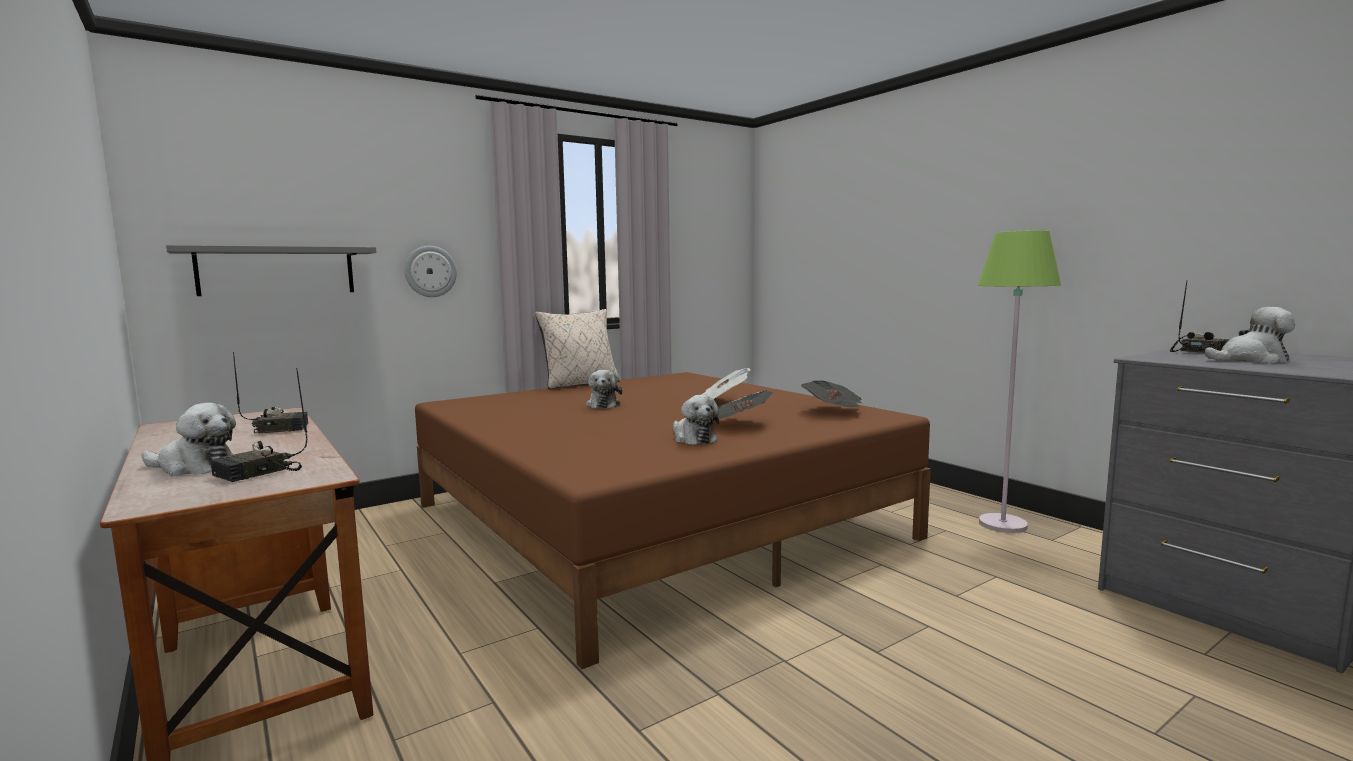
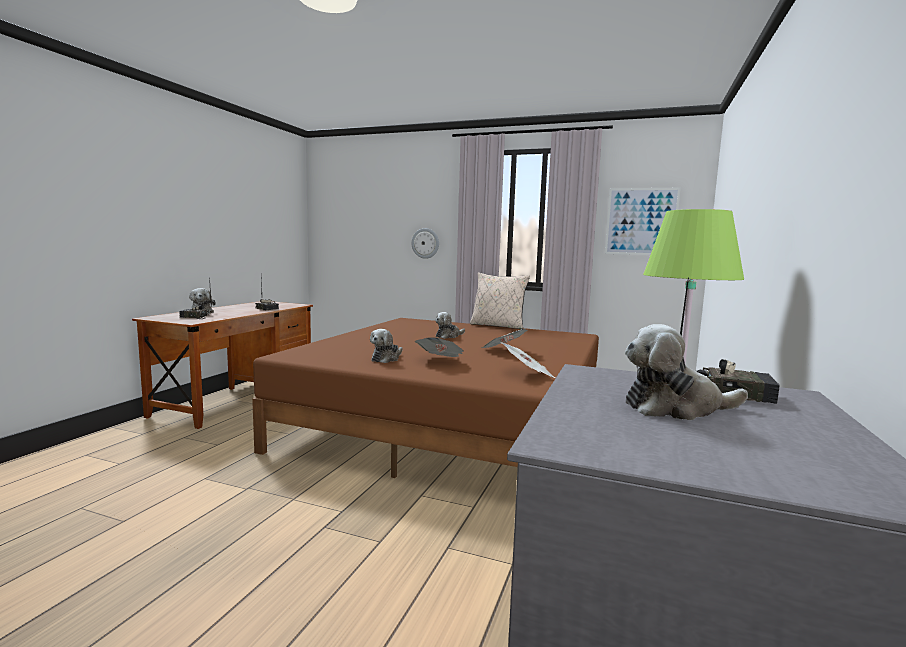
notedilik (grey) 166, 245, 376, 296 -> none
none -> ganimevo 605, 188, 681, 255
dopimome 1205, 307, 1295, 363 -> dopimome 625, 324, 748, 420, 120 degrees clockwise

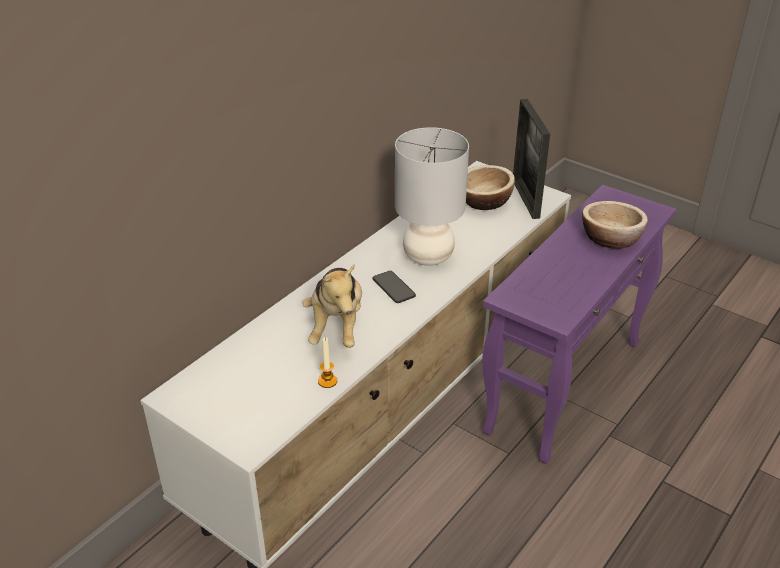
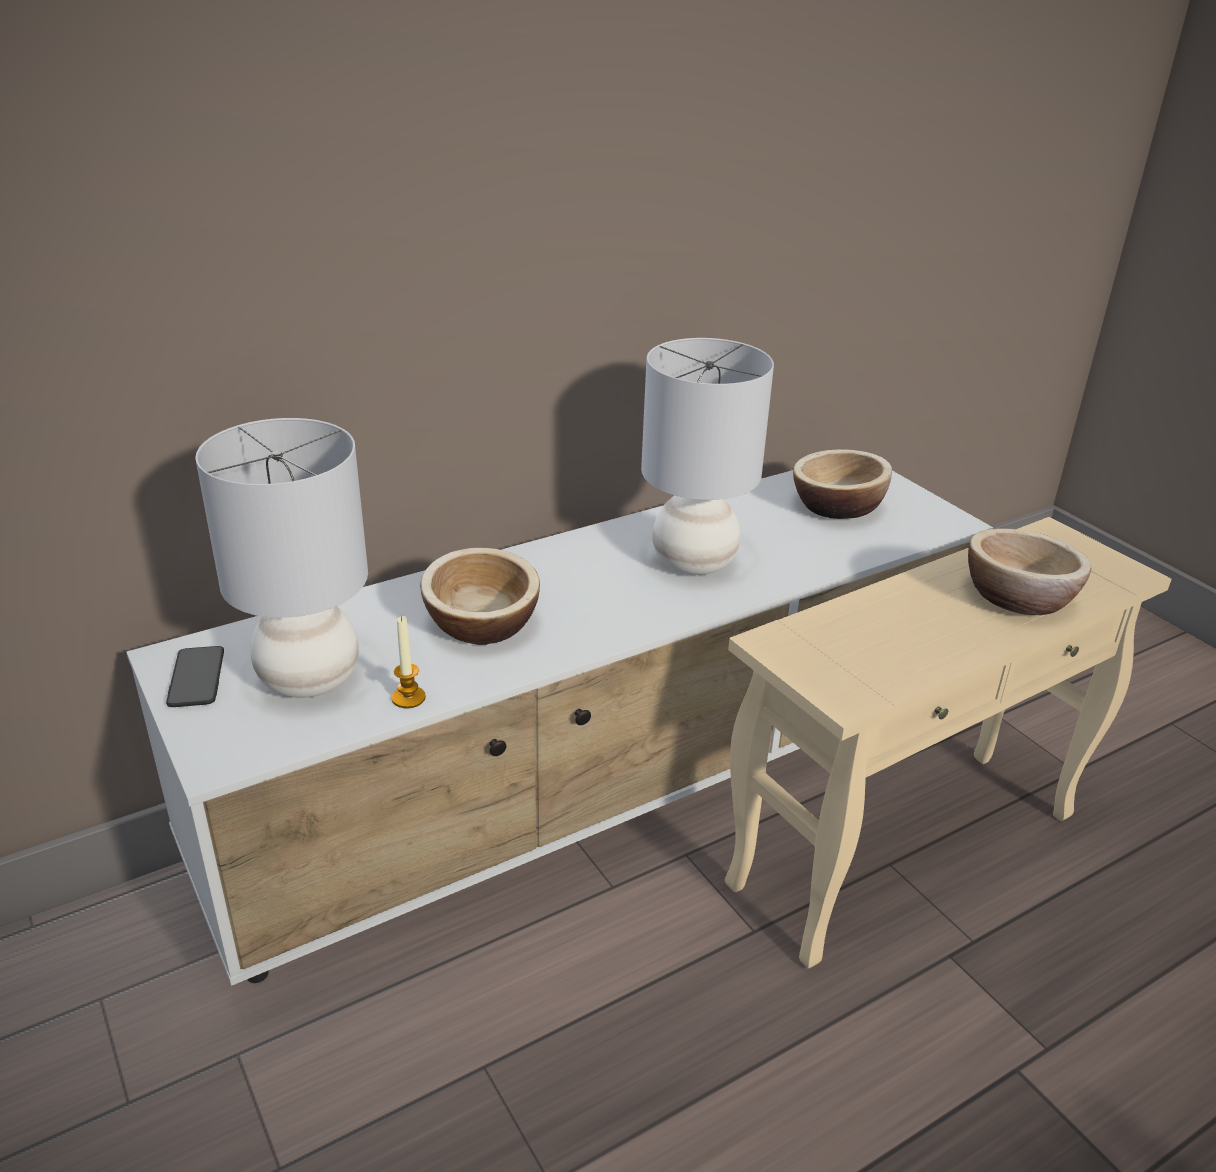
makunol 513, 99, 550, 219 -> none
none -> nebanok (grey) 195, 418, 368, 698
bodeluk 373, 271, 416, 303 -> bodeluk 166, 646, 224, 707, shifted
dopimome 302, 264, 362, 348 -> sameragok 420, 548, 540, 645
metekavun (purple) 482, 185, 676, 464 -> metekavun (beige) 725, 517, 1172, 969

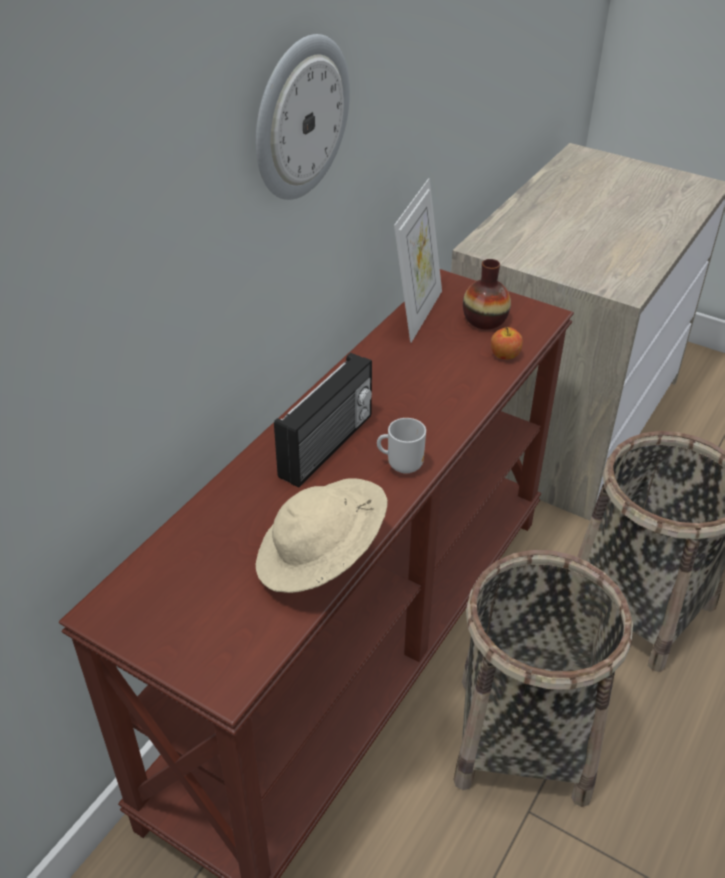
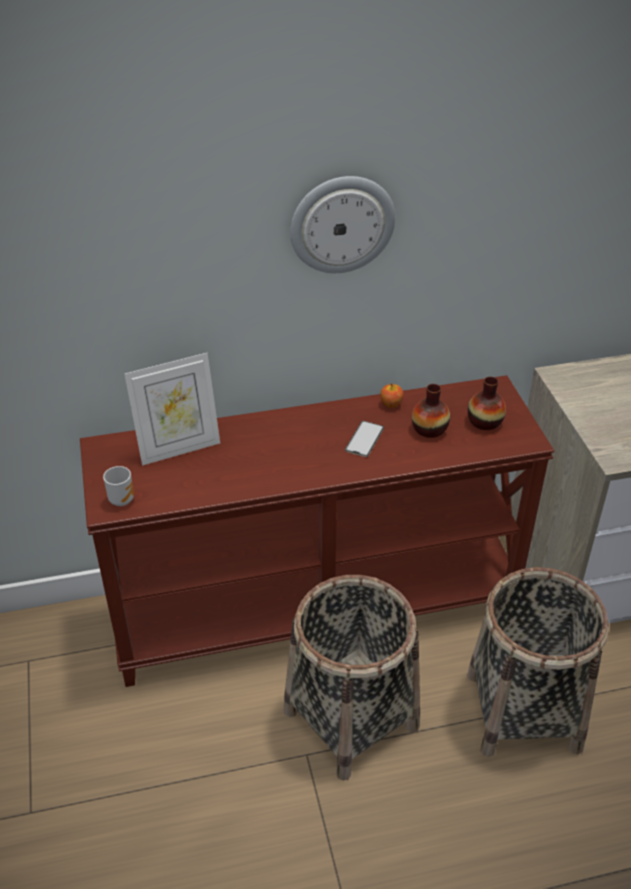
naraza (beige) 255, 478, 388, 593 -> none
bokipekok 274, 353, 372, 488 -> none
none -> bodeluk 345, 421, 384, 457
none -> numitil 412, 384, 450, 438
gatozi 377, 418, 426, 474 -> gatozi 103, 466, 134, 506, shifted
makunol 394, 178, 442, 343 -> makunol 124, 353, 220, 466, shifted
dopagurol 491, 327, 523, 359 -> dopagurol 380, 383, 403, 408, shifted

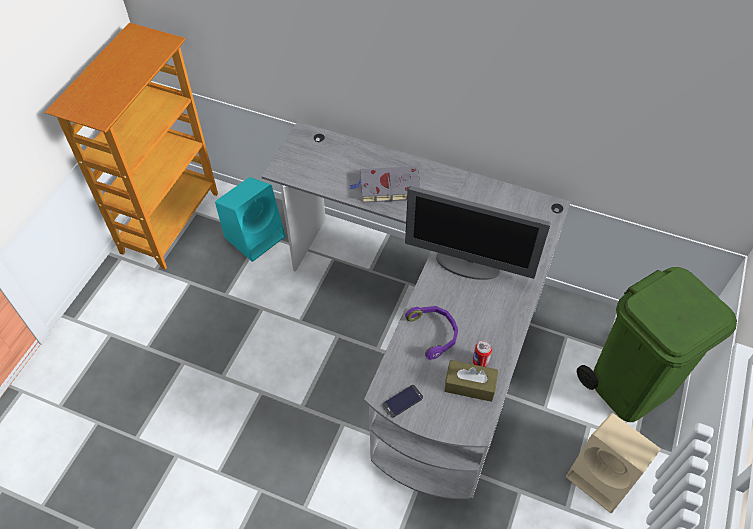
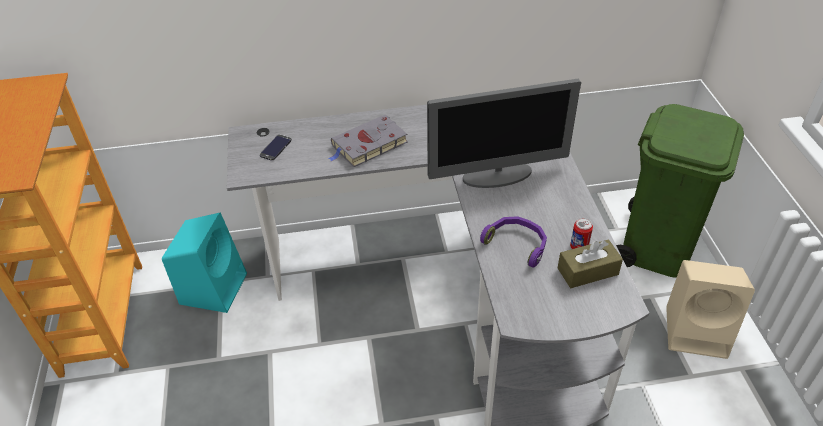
bodeluk 382, 385, 423, 418 -> bodeluk 260, 135, 292, 160, shifted

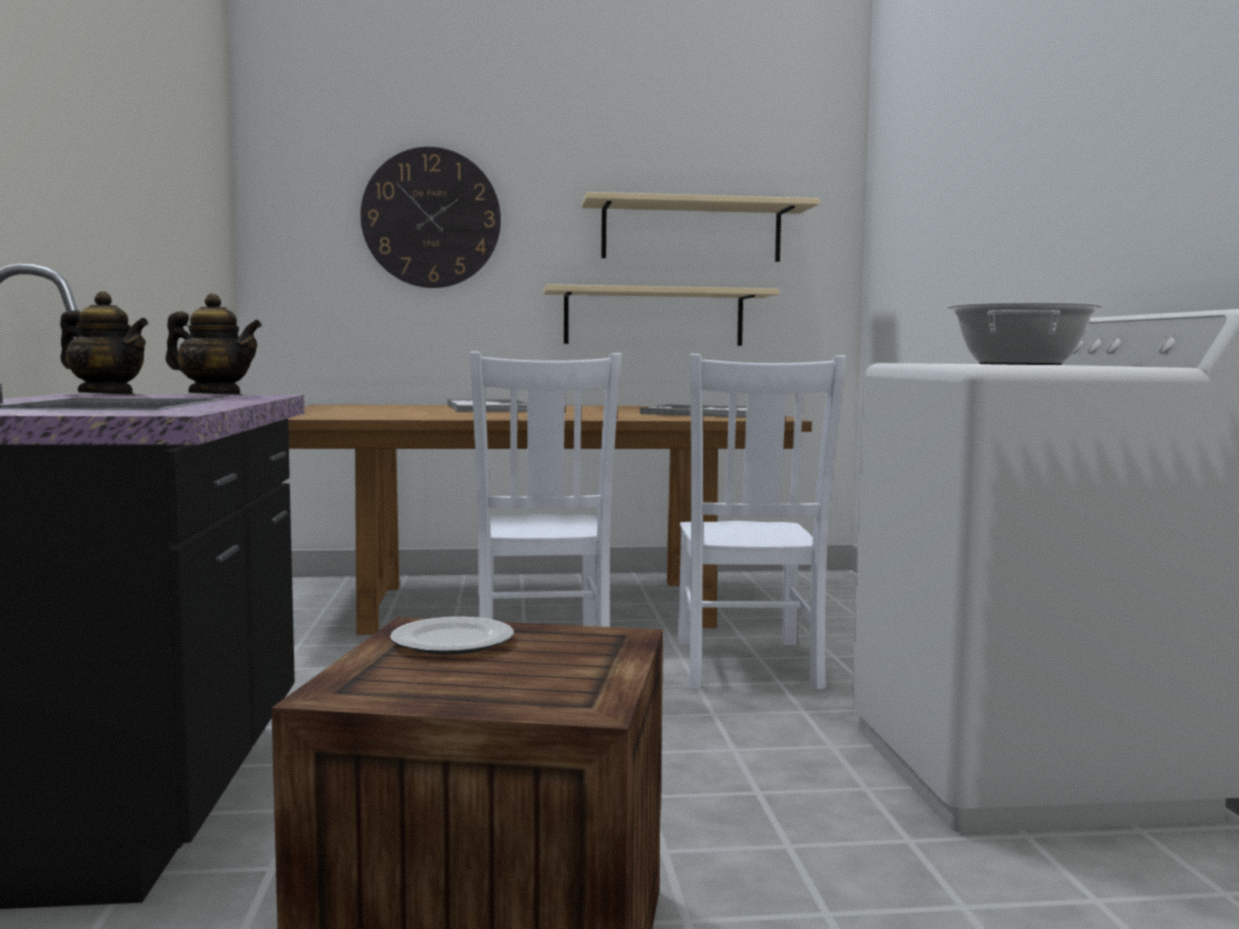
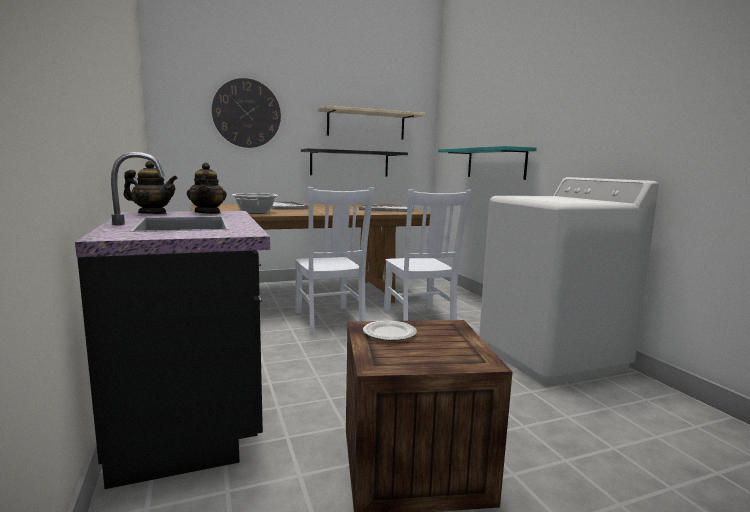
none -> notedilik (turquoise) 438, 146, 537, 180
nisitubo 947, 302, 1103, 365 -> nisitubo 232, 193, 278, 214, shifted
notedilik (beige) 544, 284, 779, 346 -> notedilik (black) 301, 148, 408, 177
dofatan 165, 293, 262, 395 -> dofatan 187, 163, 227, 214, 75 degrees clockwise

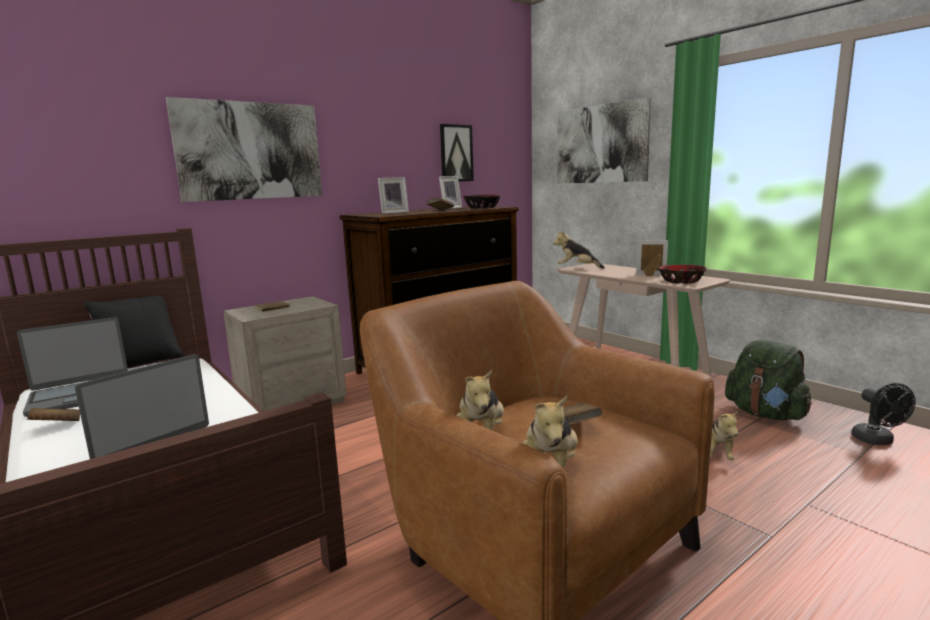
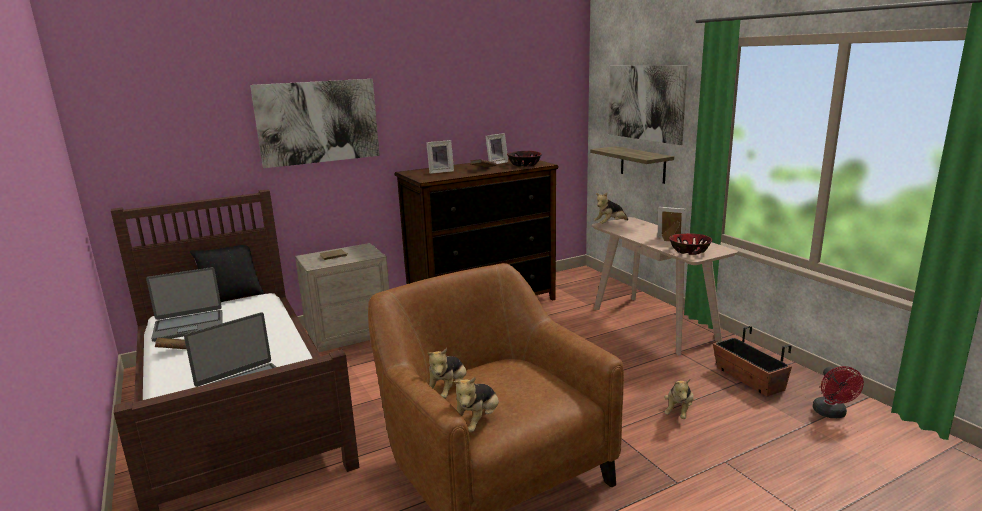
ganimevo 440, 124, 474, 181 -> none
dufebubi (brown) 563, 403, 602, 425 -> none
none -> notedilik 590, 146, 674, 184
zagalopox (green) 725, 340, 812, 420 -> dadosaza 713, 326, 792, 396
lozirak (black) 851, 383, 916, 445 -> lozirak (red) 813, 366, 864, 418
dopimome 553, 231, 605, 269 -> dopimome 594, 193, 628, 224, 60 degrees counterclockwise

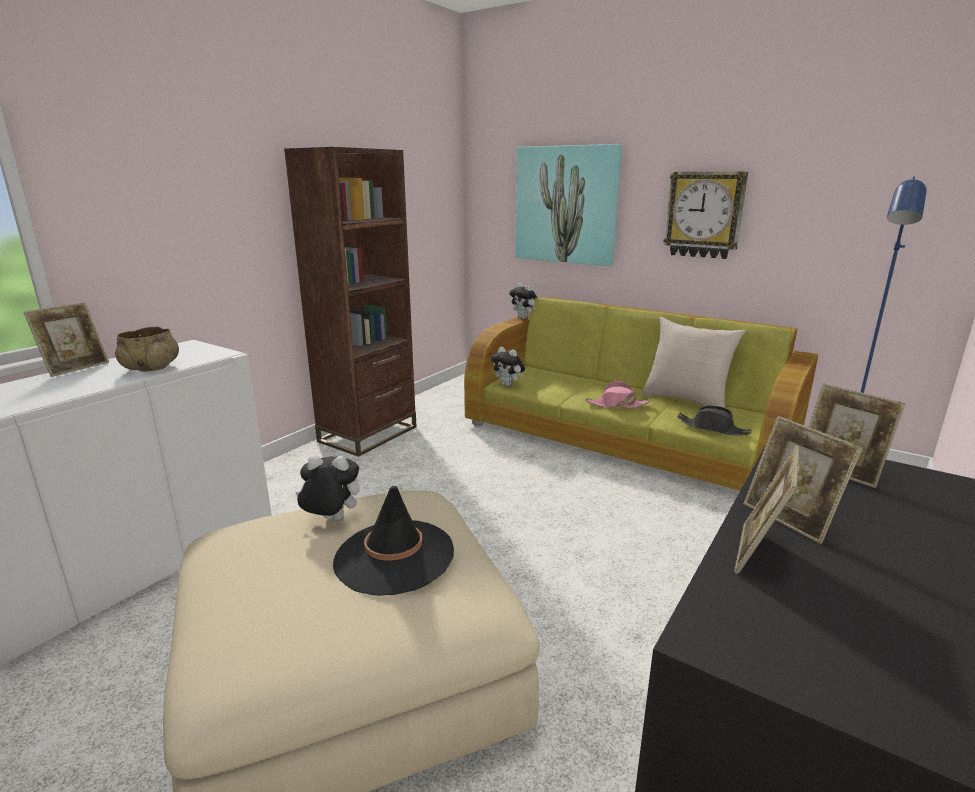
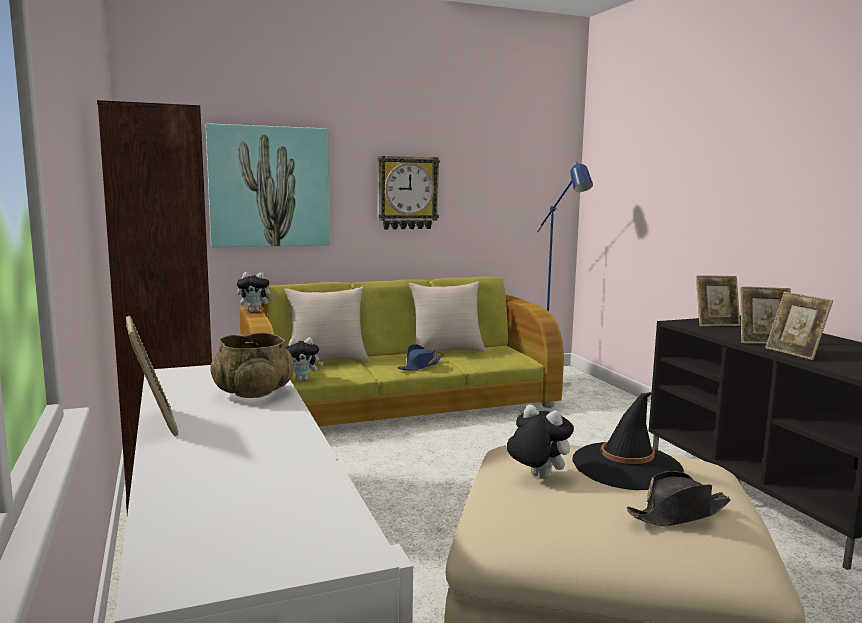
none -> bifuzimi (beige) 284, 287, 370, 362
naraza (black) 677, 405, 752, 435 -> naraza (black) 626, 471, 731, 526, shifted
naraza (pink) 586, 381, 652, 408 -> naraza (blue) 397, 344, 443, 371
dopimome 295, 455, 360, 520 -> dopimome 507, 405, 574, 479, 90 degrees clockwise

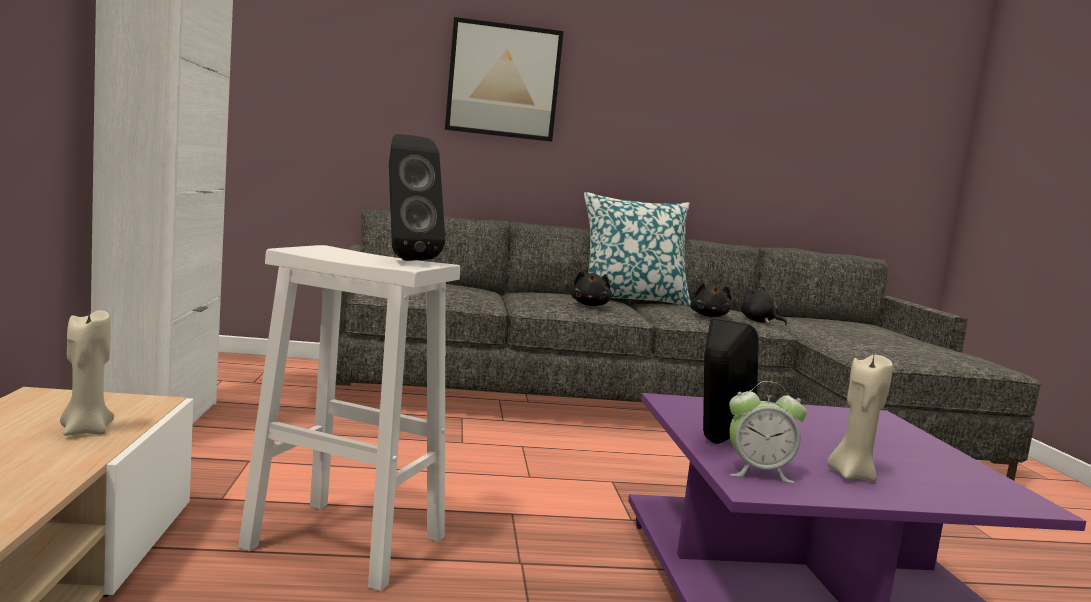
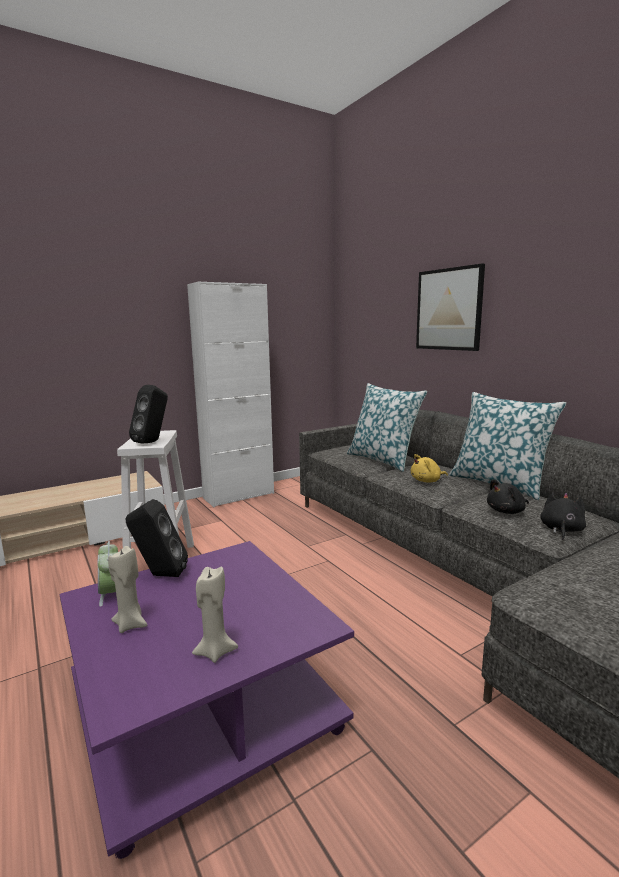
none -> bifuzimi 347, 383, 427, 472
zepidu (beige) 60, 310, 114, 436 -> zepidu (beige) 192, 567, 238, 663, shifted
dopimome (black) 571, 270, 612, 306 -> dopimome (yellow) 411, 454, 448, 483

